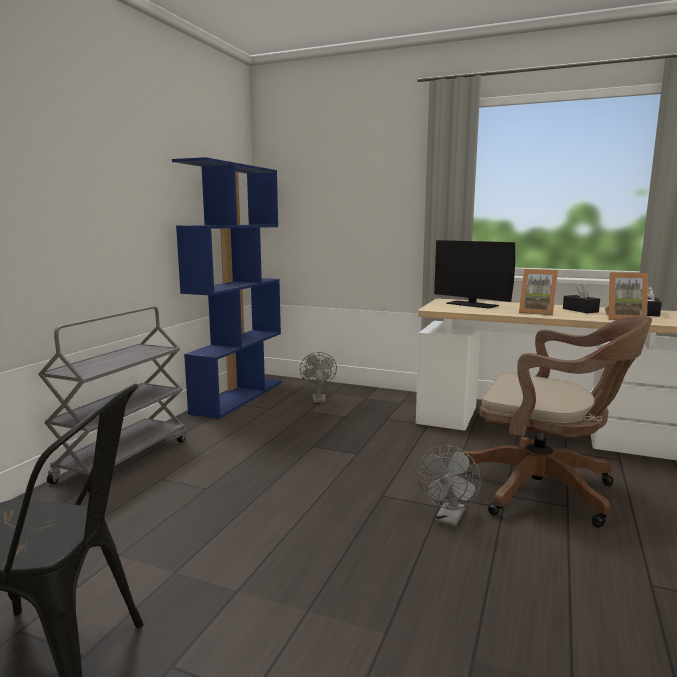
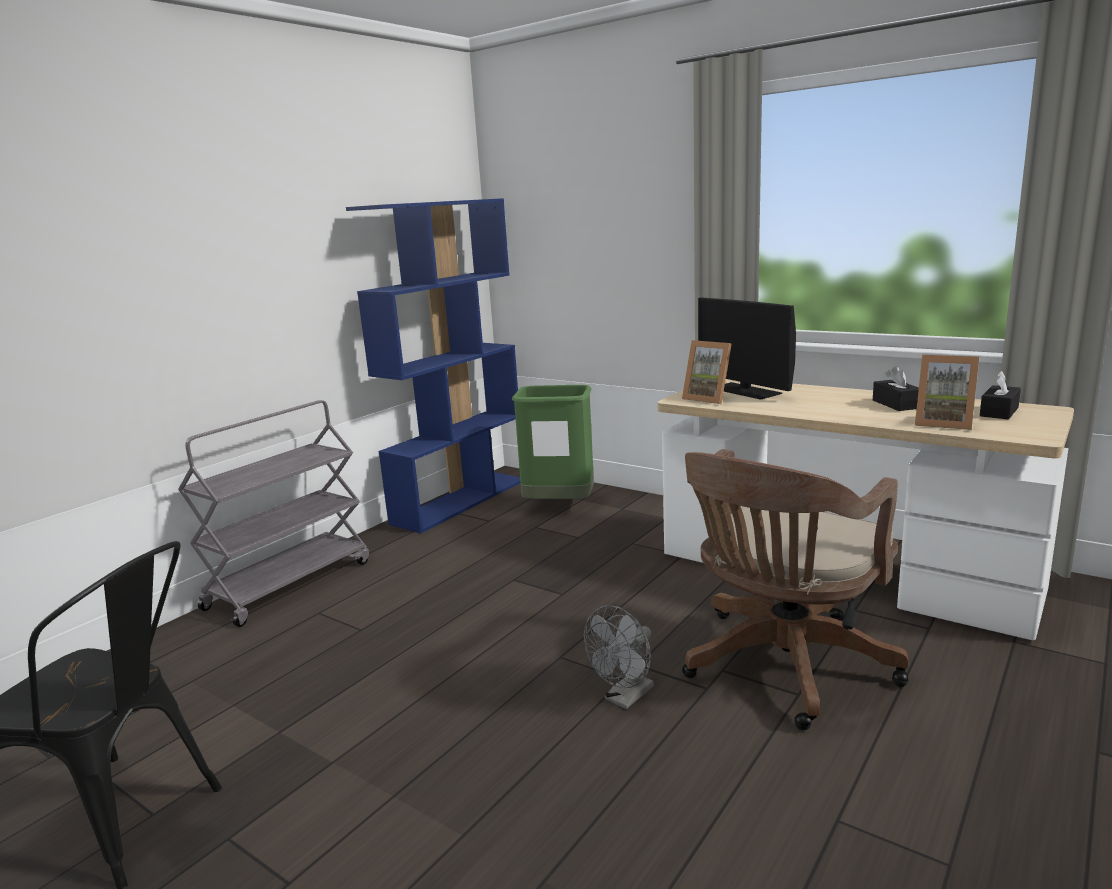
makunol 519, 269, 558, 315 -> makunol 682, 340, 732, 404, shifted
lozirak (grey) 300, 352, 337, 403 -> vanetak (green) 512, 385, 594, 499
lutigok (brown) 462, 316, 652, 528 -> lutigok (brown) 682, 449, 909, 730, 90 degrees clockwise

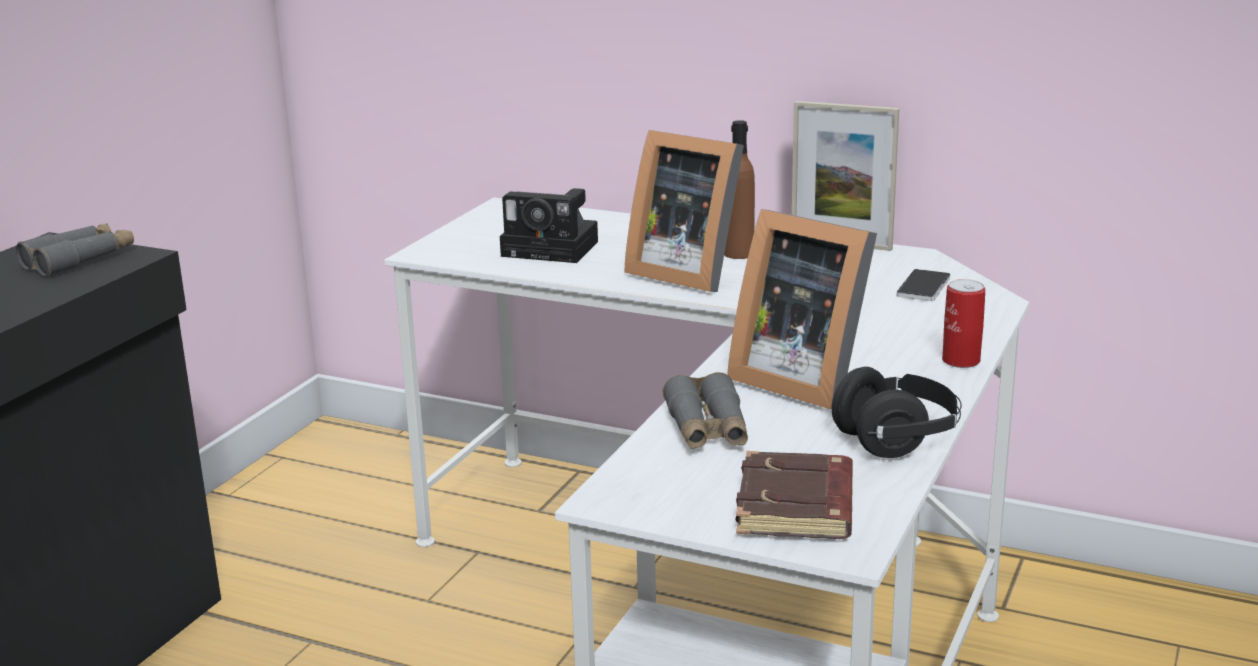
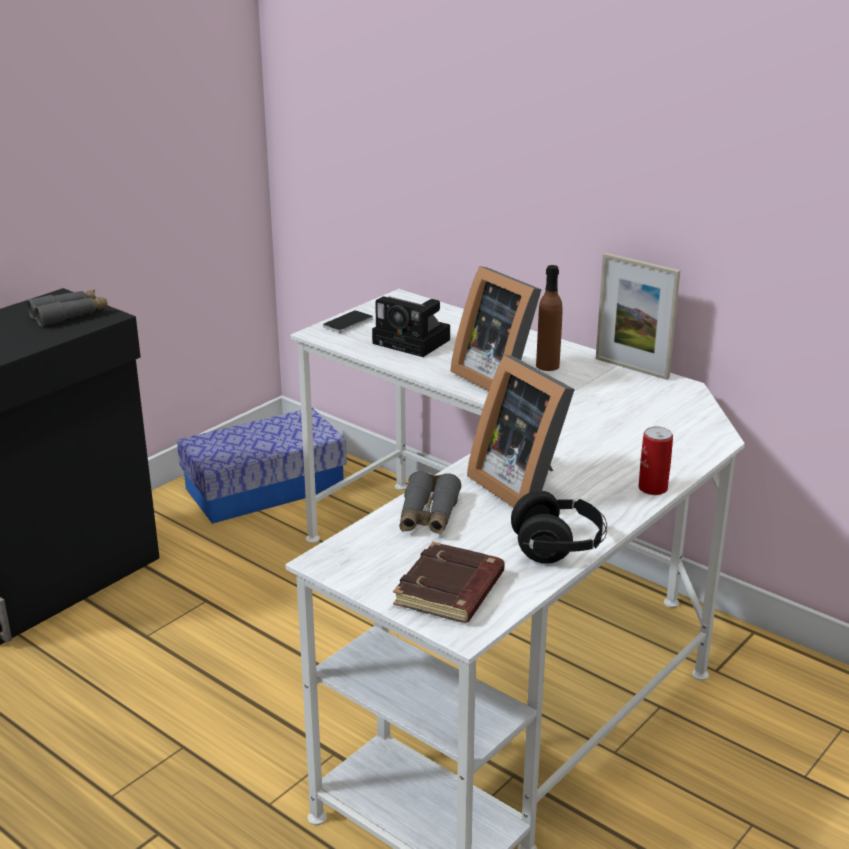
none -> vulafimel 177, 408, 347, 524
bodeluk 897, 269, 950, 301 -> bodeluk 323, 310, 373, 333, shifted

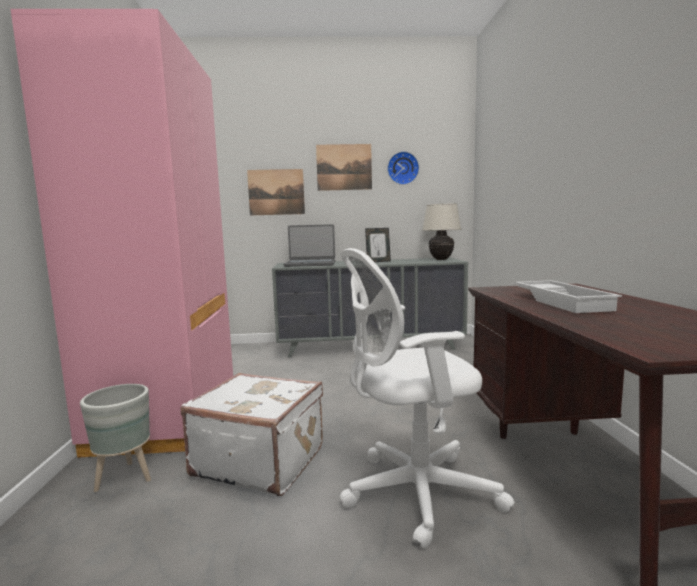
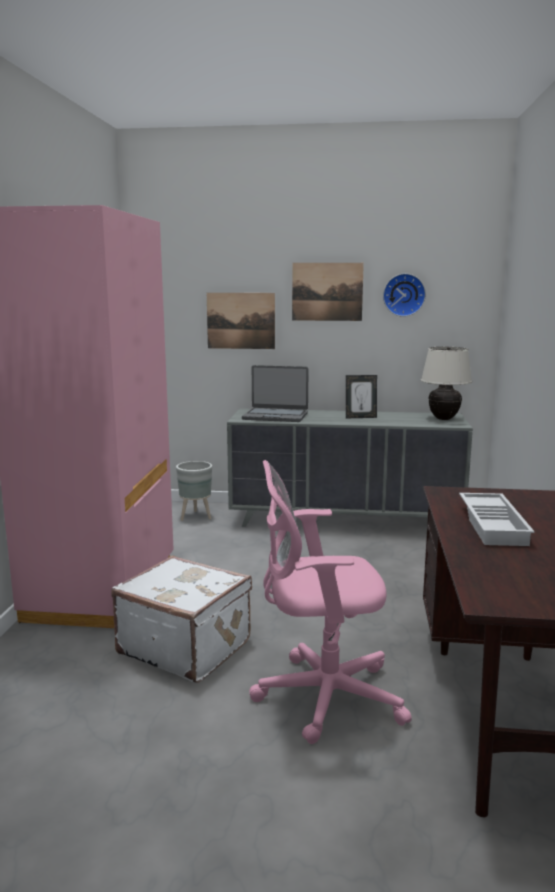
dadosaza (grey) 80, 384, 151, 492 -> dadosaza (grey) 176, 461, 212, 521, shifted
lutigok (white) 340, 248, 515, 549 -> lutigok (pink) 249, 460, 412, 744

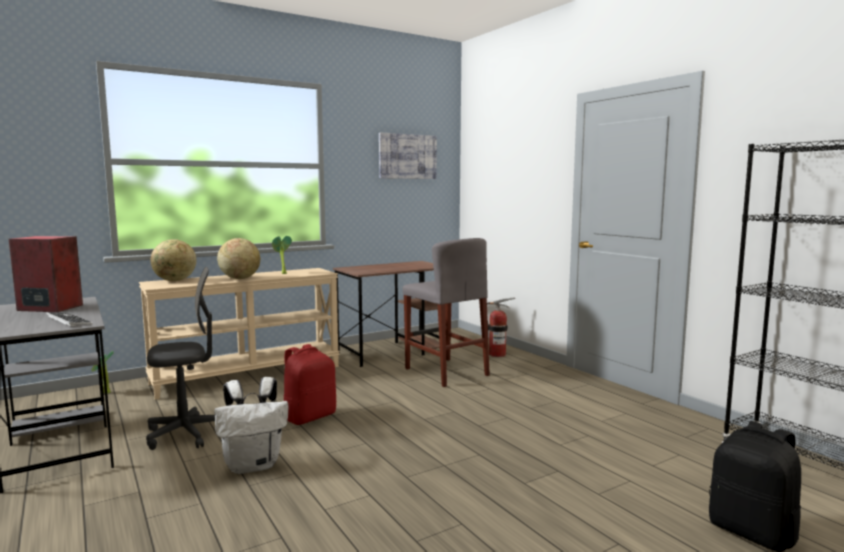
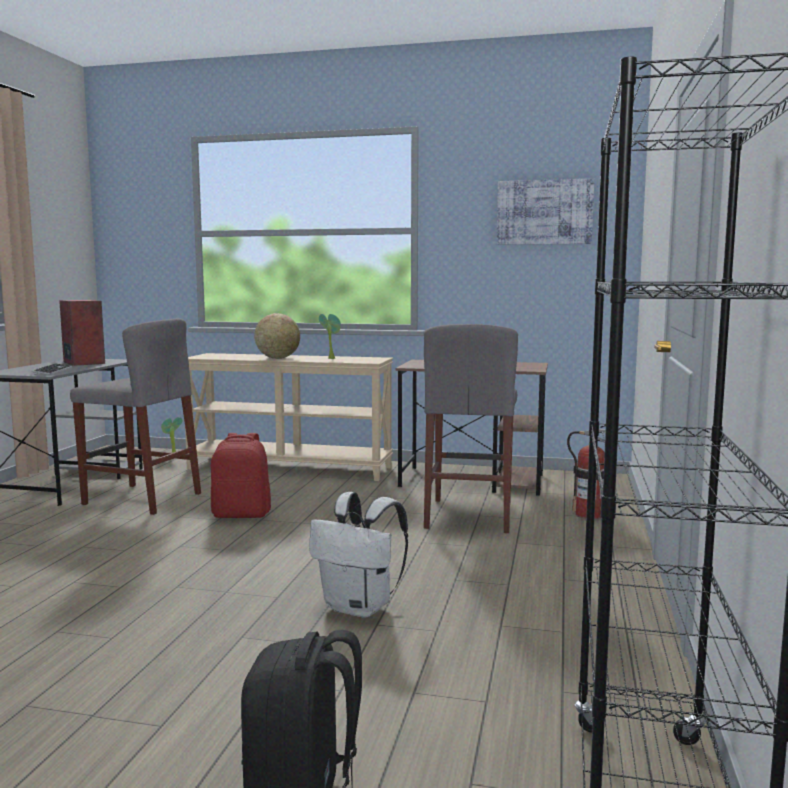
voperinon 150, 239, 196, 281 -> none
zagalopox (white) 215, 377, 288, 474 -> zagalopox (white) 309, 492, 408, 618, shifted
lutigok (grey) 146, 267, 215, 450 -> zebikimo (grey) 70, 318, 201, 515

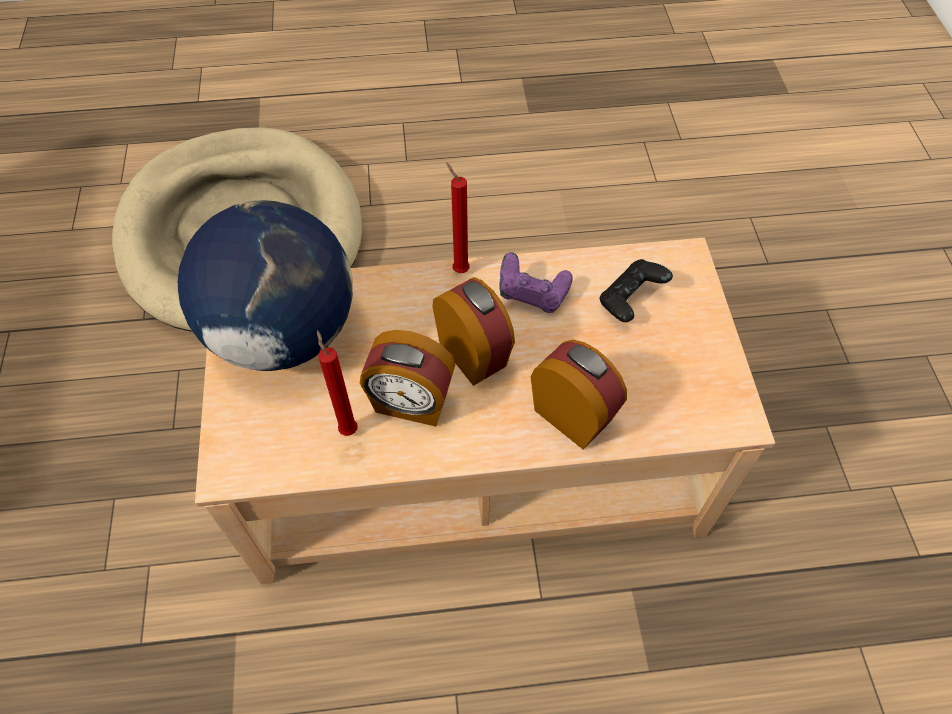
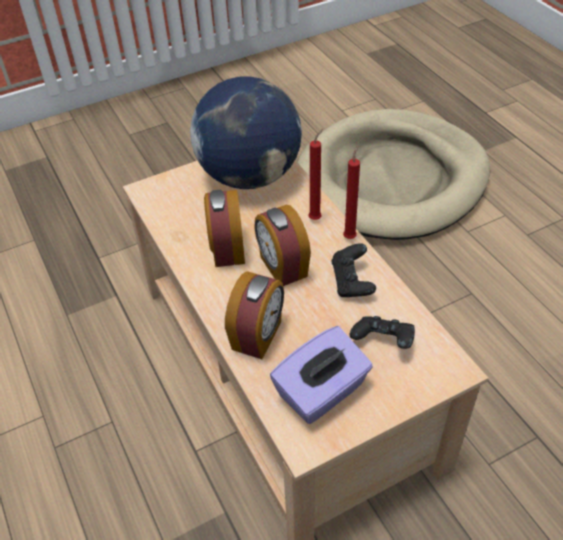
none -> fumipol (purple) 270, 326, 373, 424
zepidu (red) 317, 330, 358, 436 -> zepidu (red) 309, 129, 323, 220, shifted
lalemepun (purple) 499, 252, 573, 313 -> lalemepun (black) 331, 243, 376, 297
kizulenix 432, 277, 515, 386 -> kizulenix 254, 205, 311, 286, 120 degrees clockwise

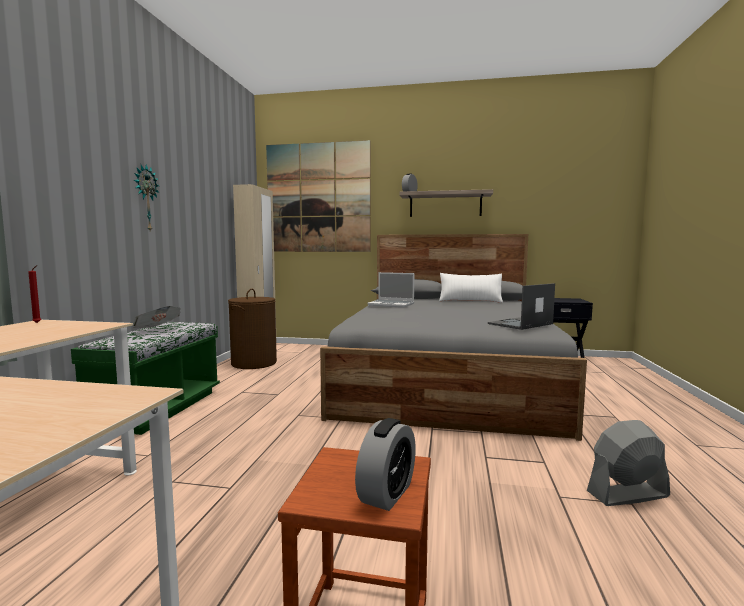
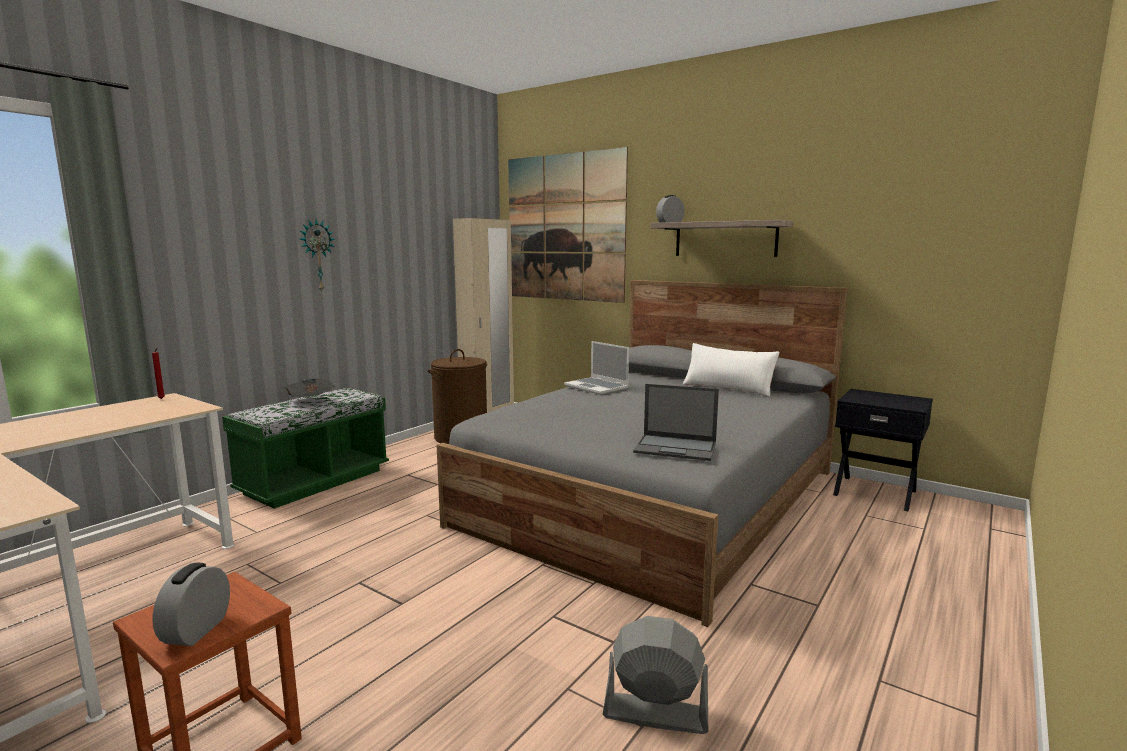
kizulenix 355, 418, 416, 511 -> kizulenix 152, 563, 230, 646, 135 degrees clockwise
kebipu 488, 283, 555, 330 -> kebipu 633, 384, 719, 461, 150 degrees counterclockwise

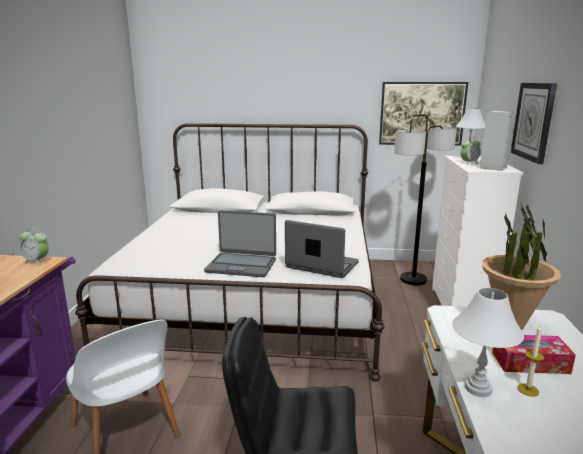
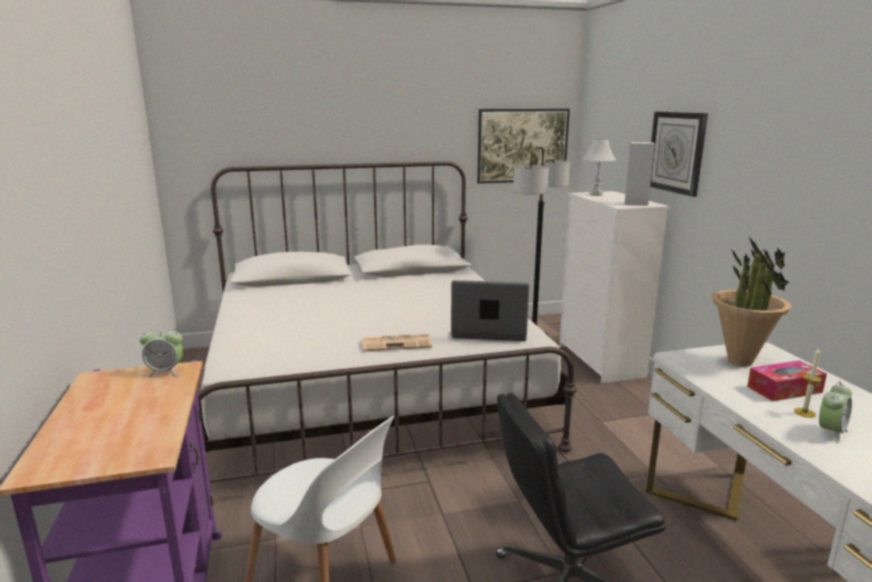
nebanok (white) 452, 288, 524, 397 -> none
kizulenix 461, 137, 481, 165 -> kizulenix 819, 381, 852, 443, shifted
kebipu 204, 211, 276, 277 -> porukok 362, 334, 432, 352

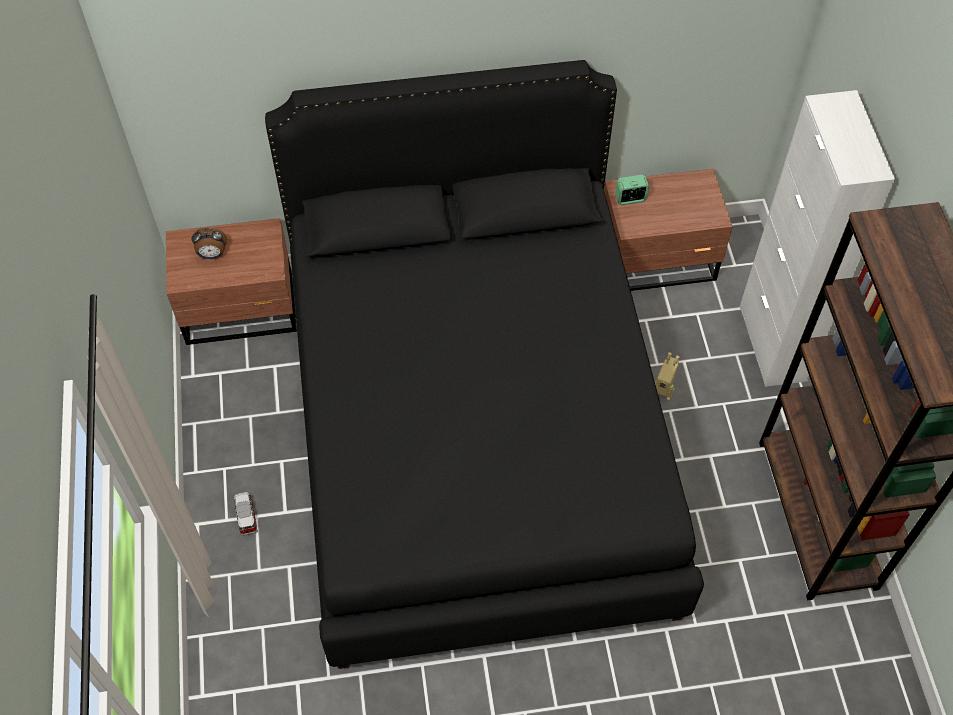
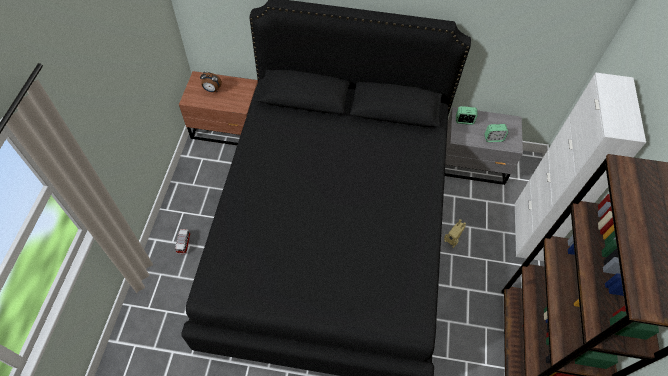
none -> kizulenix 484, 124, 508, 142
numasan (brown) 604, 169, 733, 291 -> numasan (grey) 445, 107, 523, 185

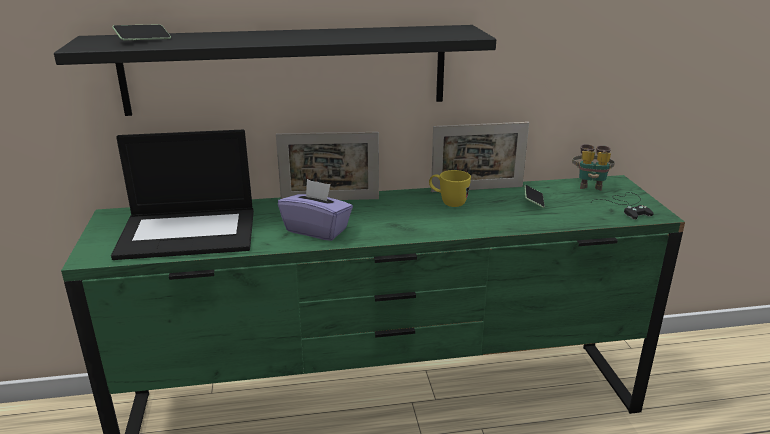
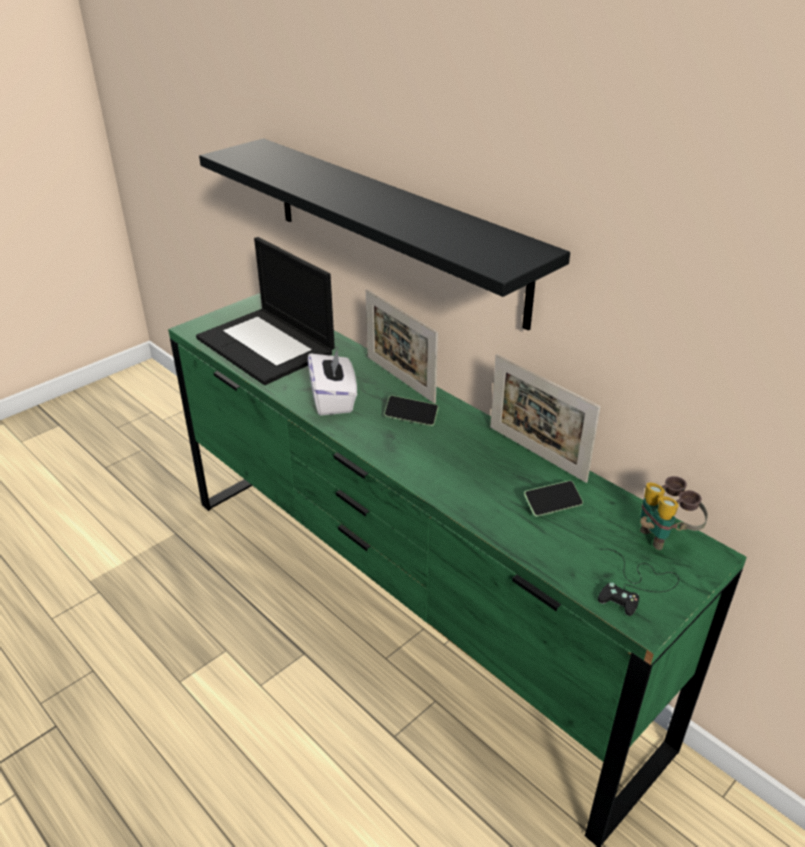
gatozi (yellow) 429, 170, 471, 207 -> none
bodeluk 112, 24, 171, 40 -> bodeluk 384, 395, 439, 426, shifted
fumipol (purple) 278, 179, 353, 241 -> fumipol (white) 308, 347, 357, 415

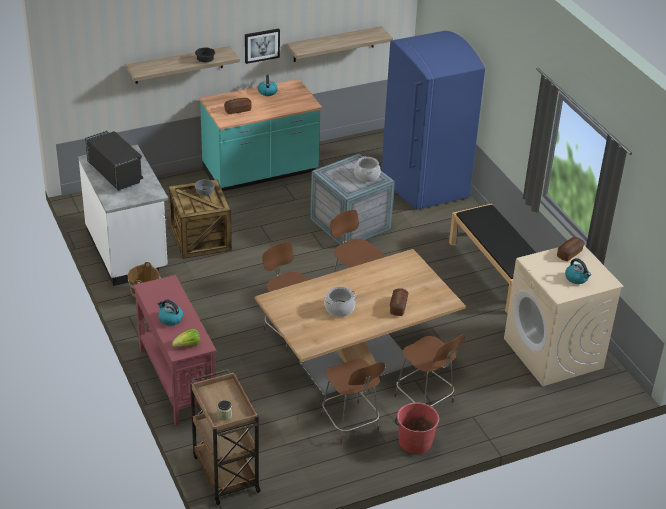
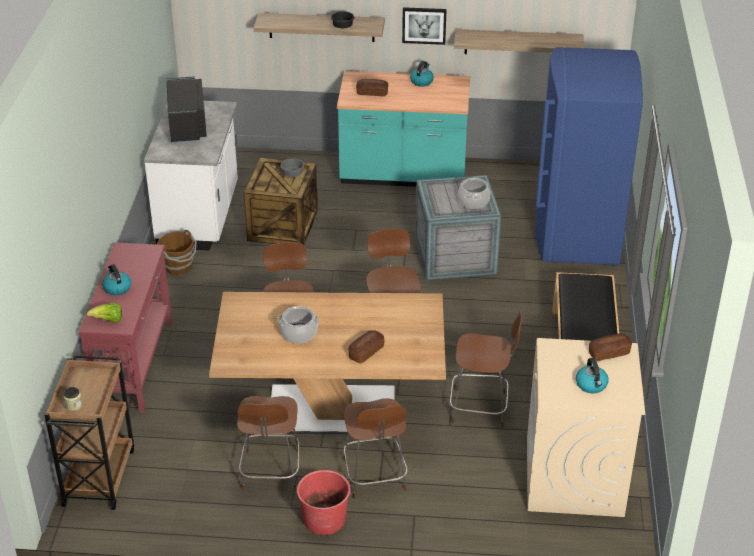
none -> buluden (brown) 450, 309, 522, 428

